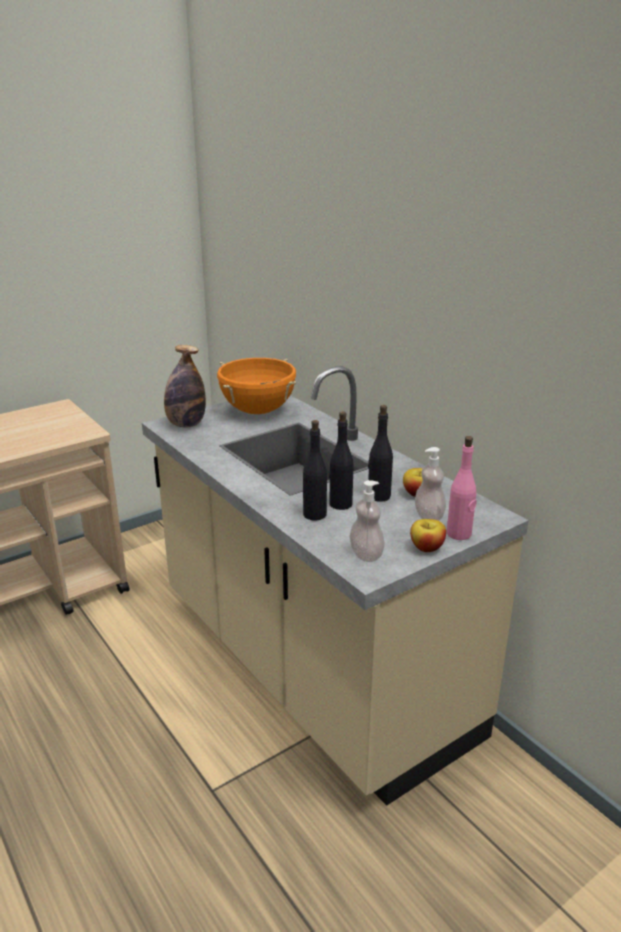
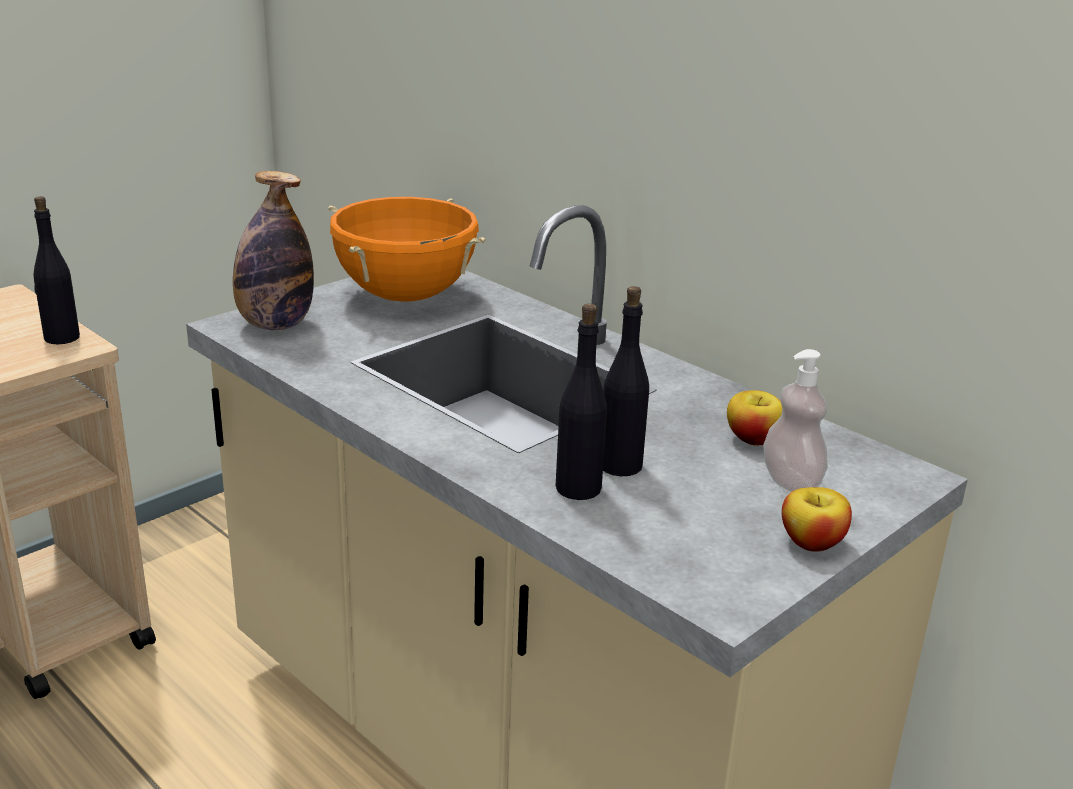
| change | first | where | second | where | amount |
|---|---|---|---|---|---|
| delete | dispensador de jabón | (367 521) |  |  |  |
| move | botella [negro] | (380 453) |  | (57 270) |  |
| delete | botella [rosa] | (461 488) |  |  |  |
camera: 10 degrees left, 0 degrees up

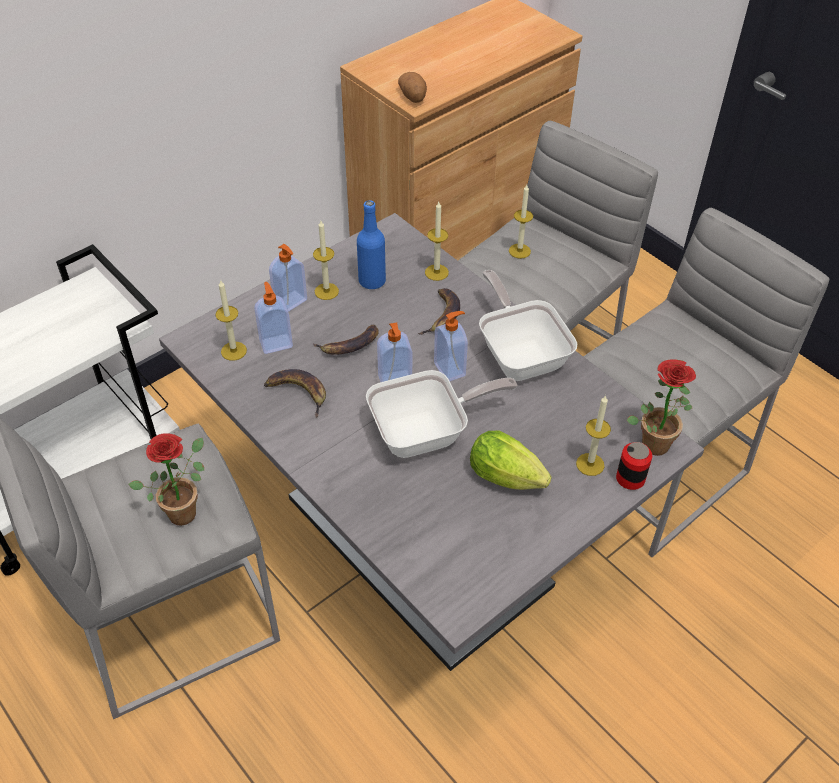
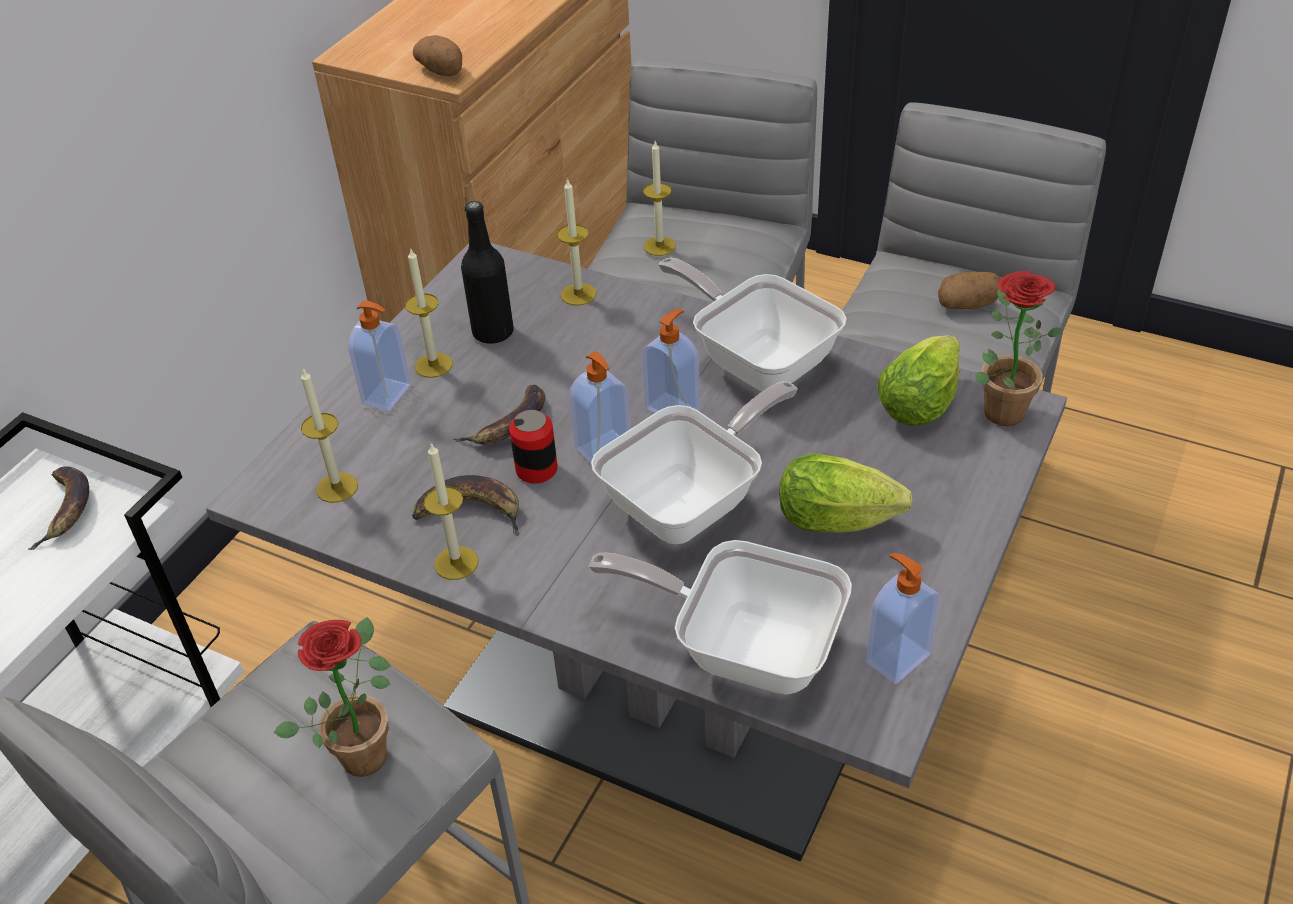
| change | first | where | second | where | amount |
|---|---|---|---|---|---|
| move | dispensador de jabón | (273 318) |  | (903 618) |  |
| recolor | botella [azul] | (371 244) | botella [negro] | (487 272) |  |
| move | plátano | (439 311) |  | (58 508) |  |
| move | vela | (593 435) |  | (451 511) |  |
| move | lata | (634 466) |  | (533 447) |  |
| insert |  |  | sartén | (720 617) |  |
| insert |  |  | lechuga | (918 380) |  |
| insert |  |  | patata | (969 290) |  |
camera: 20 degrees left, 5 degrees down

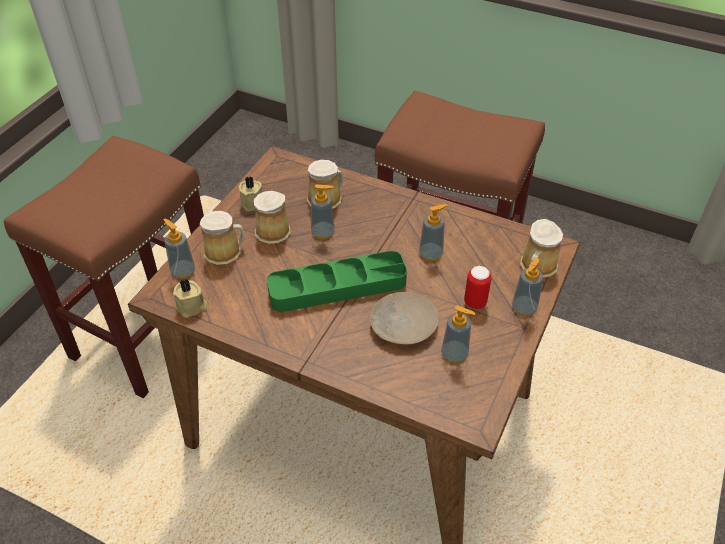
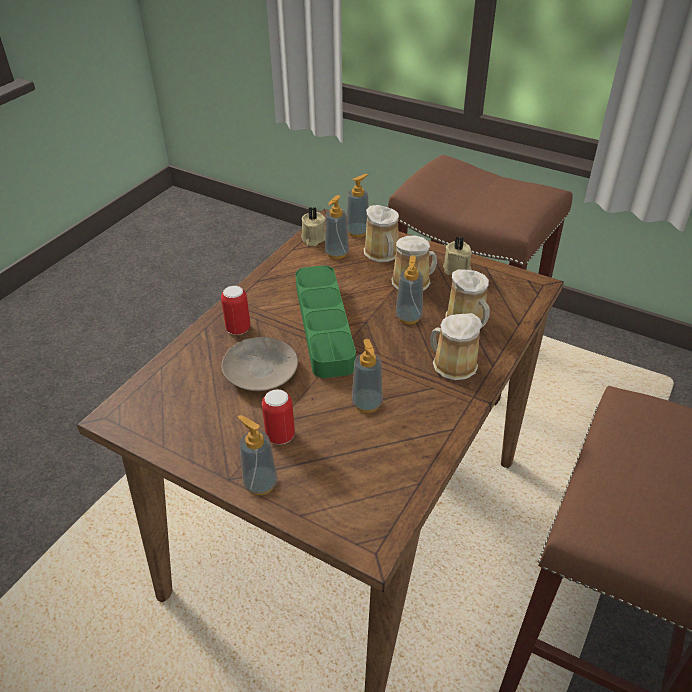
| change | first | where | second | where | amount |
|---|---|---|---|---|---|
| move | dispensador de jabón | (458 334) |  | (337 227) |  |
| move | taza grande | (541 248) |  | (456 346) |  |
| insert |  |  | lata | (235 310) |  |
camera: 95 degrees right, 5 degrees down

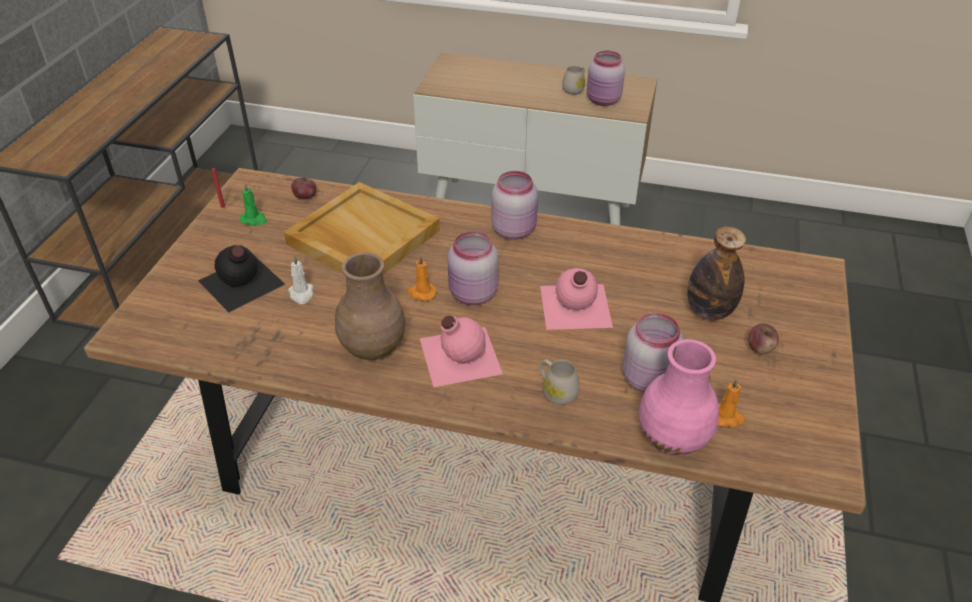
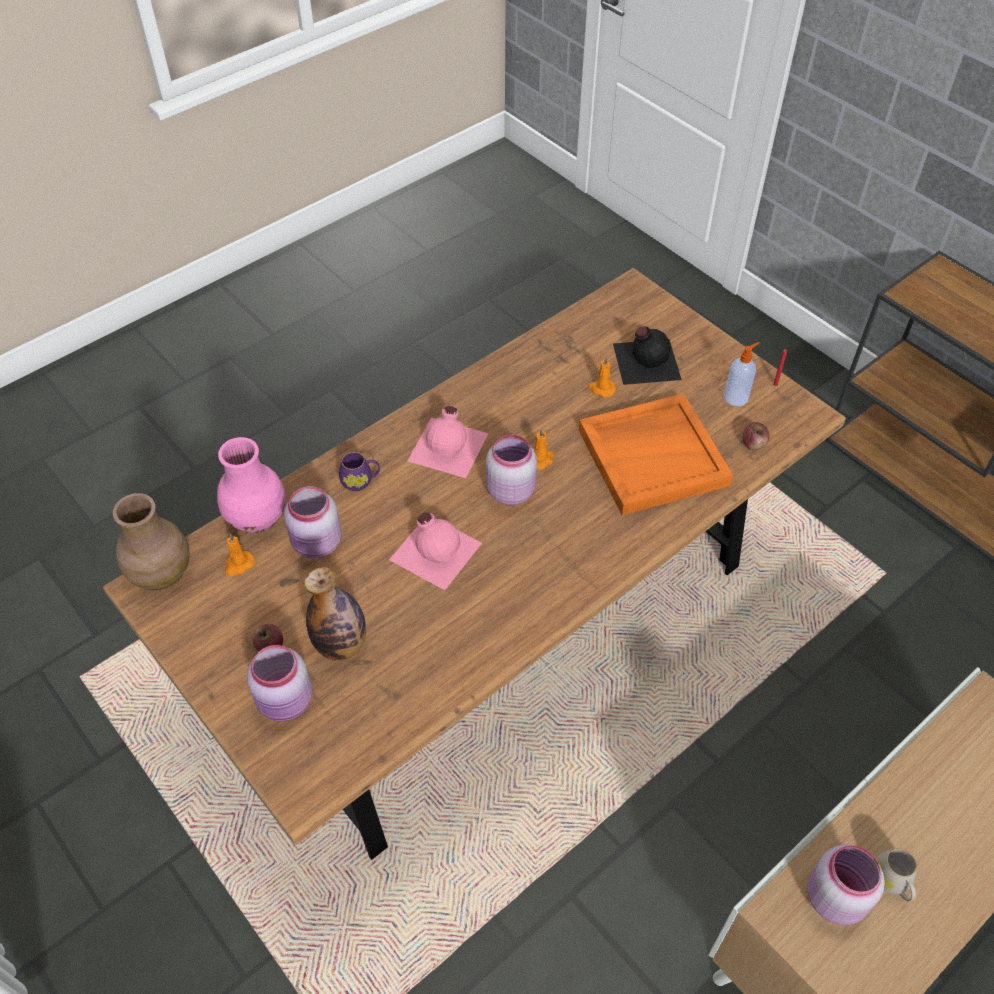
| change | first | where | second | where | amount |
|---|---|---|---|---|---|
| replace | vela [verde] | (253 204) | dispensador de jabón | (742 374) |  |
| recolor | bandeja [beis] | (362 228) | bandeja [naranja] | (656 454) |  |
| recolor | vela [blanco] | (301 279) | vela [naranja] | (602 377) |  |
| move | florero [marrón] | (370 306) |  | (151 541) |  |
| move | tarro [rosa] | (514 205) |  | (279 683) |  |
| recolor | taza grande [blanco] | (560 382) | taza grande [morado] | (359 471) |  |
camera: 125 degrees right, 10 degrees up

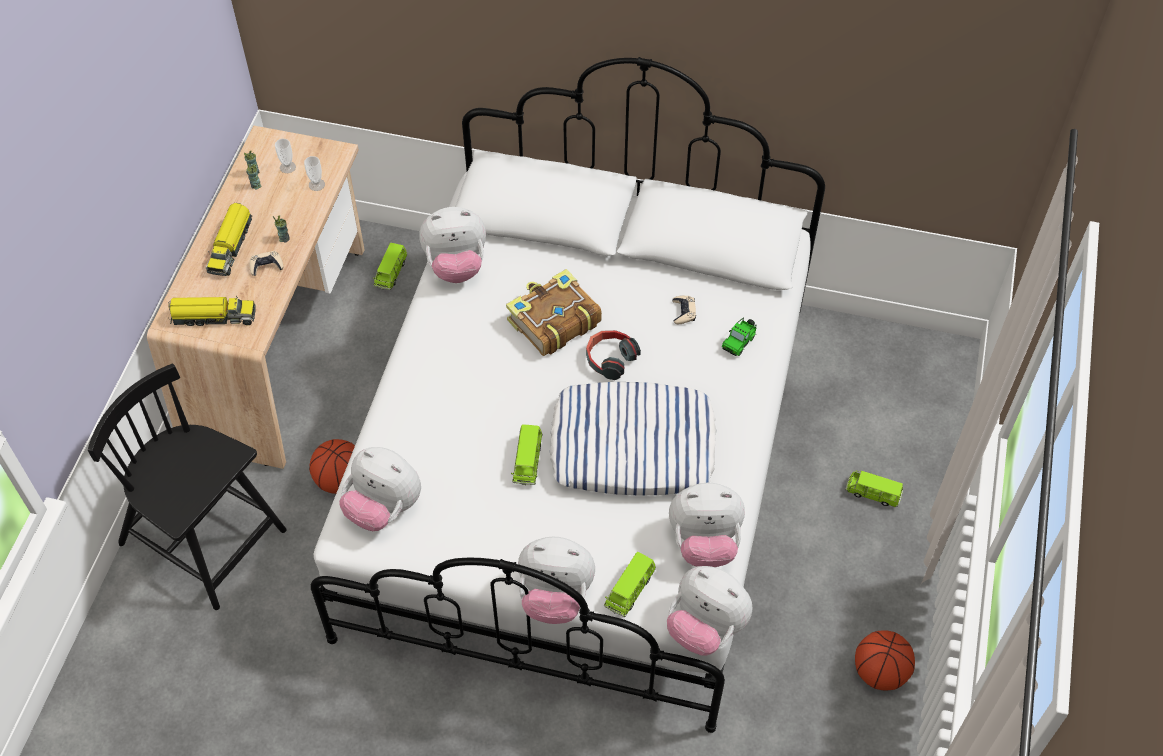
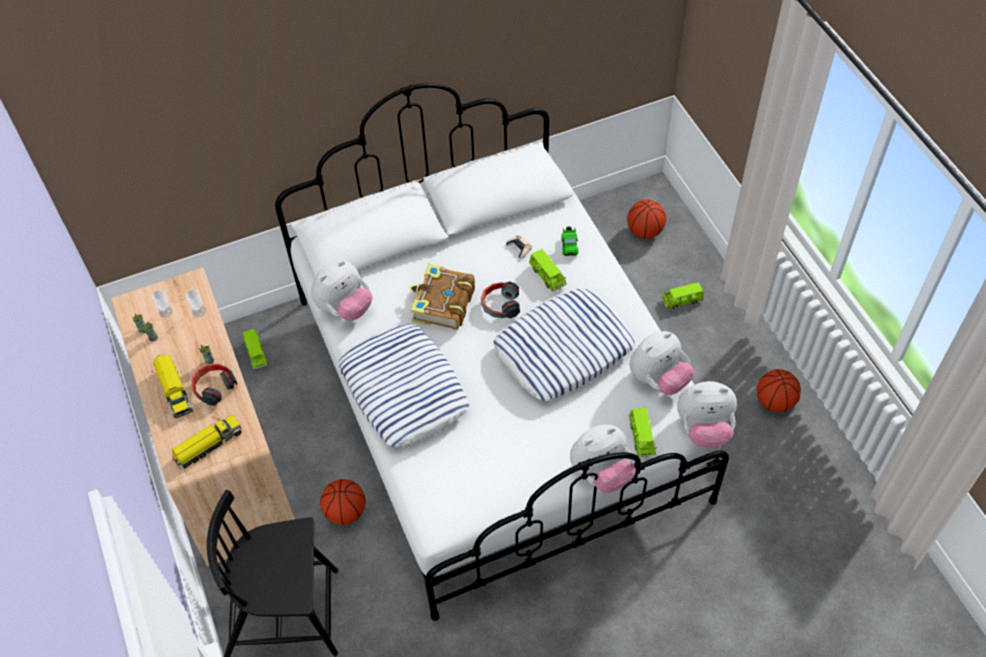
| change | first | where | second | where | amount |
|---|---|---|---|---|---|
| replace | mando de consola [beis] | (266 263) | auriculares | (214 385) |  |
| delete | peluche | (380 489) |  |  |  |
| move | coche de juguete [verde] | (527 454) |  | (548 270) |  |
| insert |  |  | cojín | (404 385) |  |
| insert |  |  | balón de baloncesto | (646 219) |  |
camera: 35 degrees left, 0 degrees up

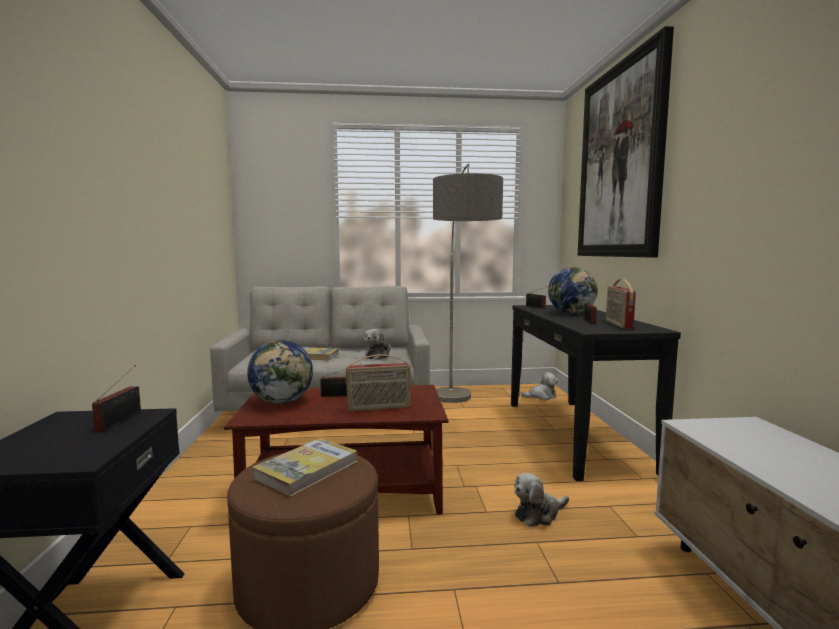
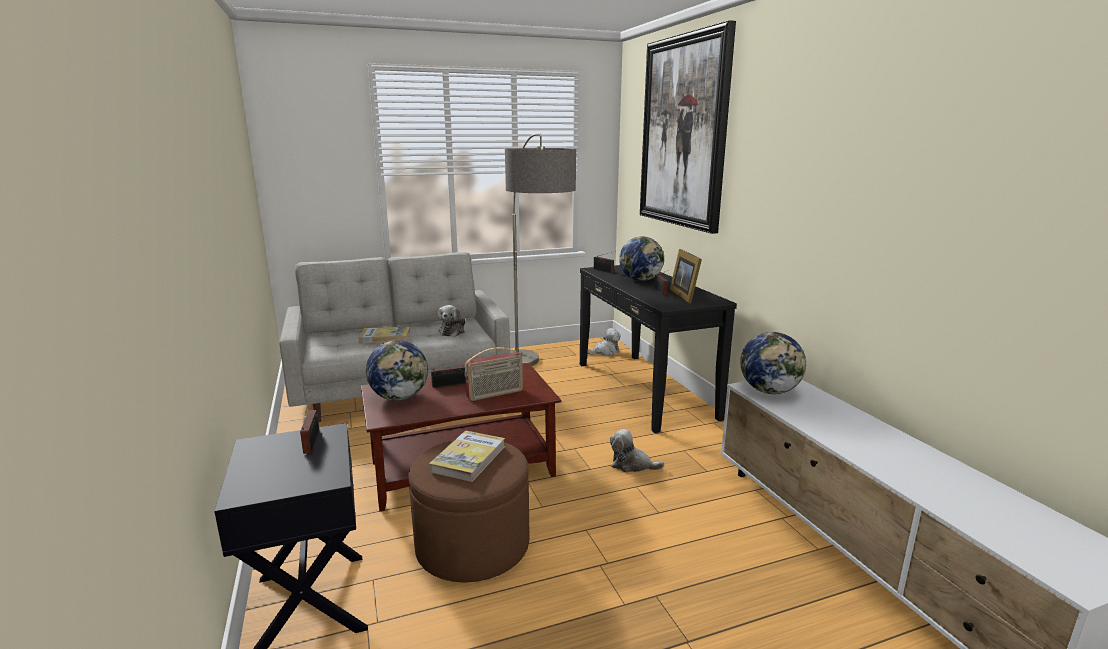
| change | first | where | second | where | amount |
|---|---|---|---|---|---|
| rotate | peluche | (541 500) |  | (637 451) | 60 degrees clockwise |
| replace | radio | (621 304) | portarretratos | (686 276) |  |
| insert |  |  | globo terráqueo | (773 363) |  |
camera: 15 degrees left, 10 degrees up

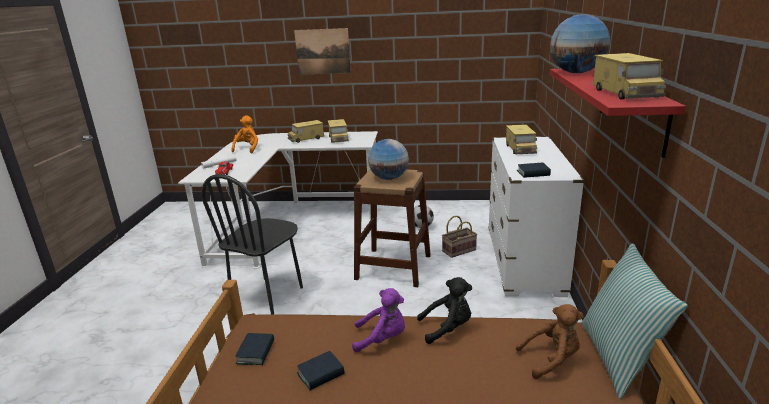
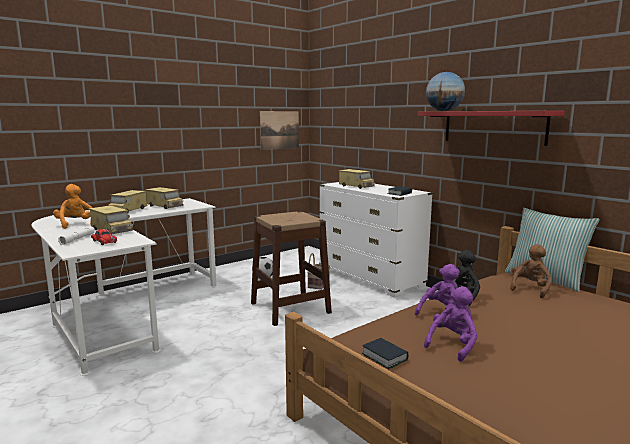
| change | first | where | second | where | amount |
|---|---|---|---|---|---|
| delete | silla [negro] | (252 244) |  |  |  |
| move | cuadro | (322 51) |  | (279 130) |  |
| replace | libro | (321 370) | peluche [morado] | (451 324) |  |
| delete | globo terráqueo | (388 159) |  |  |  |
| move | camión de juguete | (629 76) |  | (110 219) |  |
camera: 45 degrees left, 10 degrees down

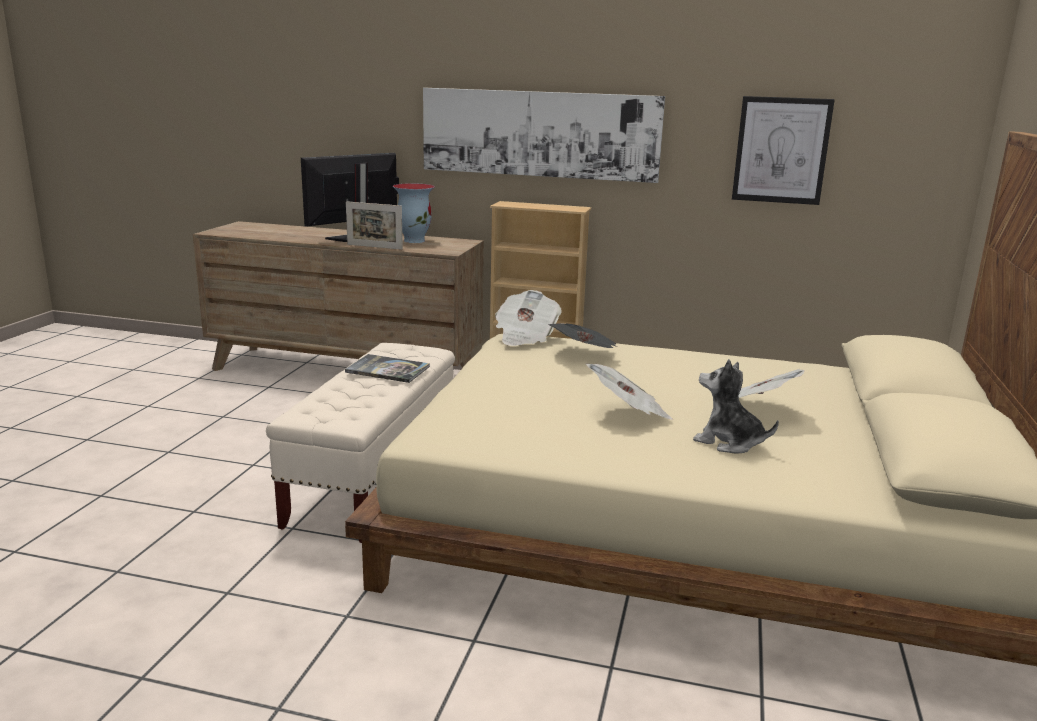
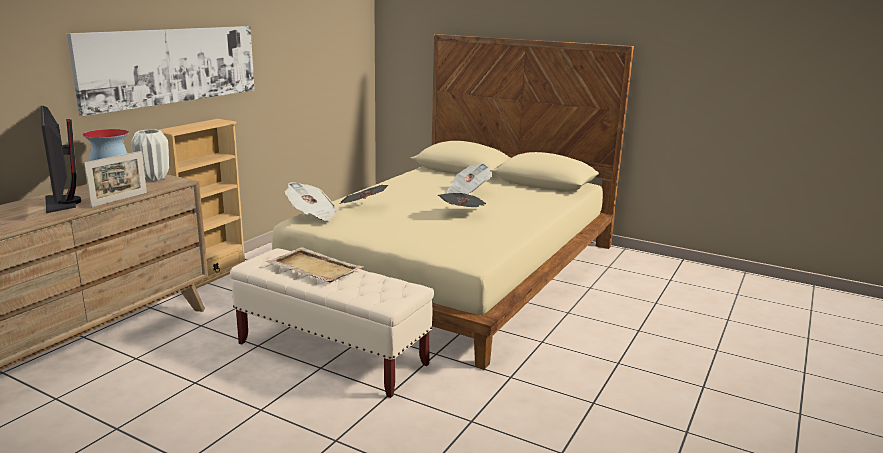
| change | first | where | second | where | amount |
|---|---|---|---|---|---|
| replace | libro | (387 368) | bandeja [beis] | (314 264) |  |
| delete | peluche | (736 406) |  |  |  |
| delete | cuadro | (783 150) |  |  |  |
| insert |  |  | florero [blanco] | (150 155) |  |
camera: 75 degrees left, 0 degrees up

